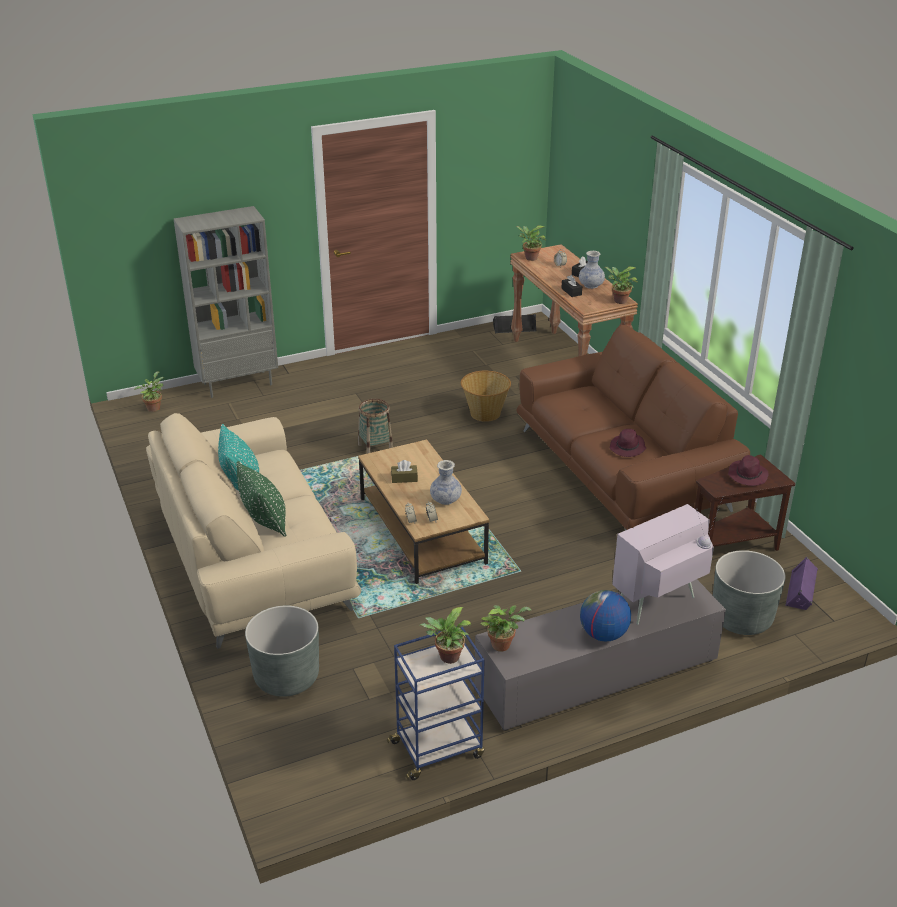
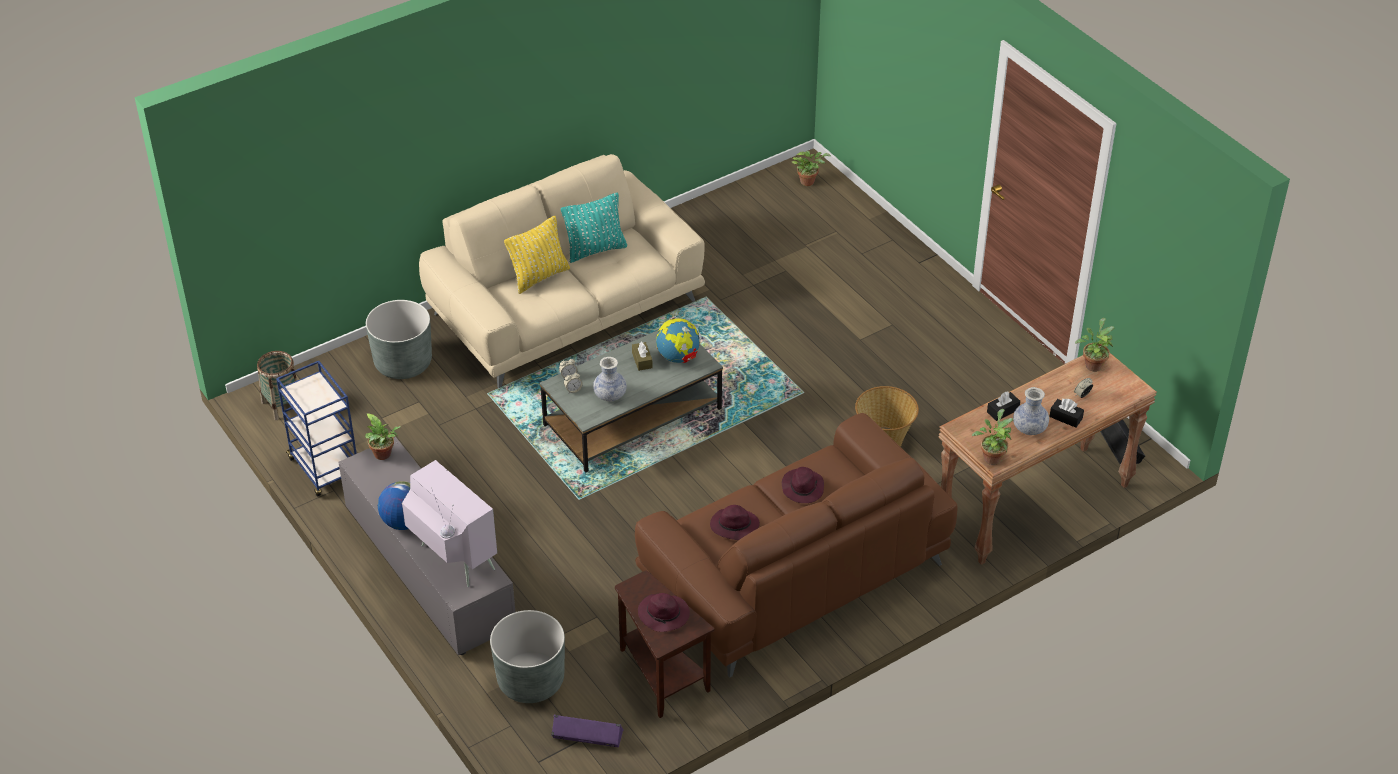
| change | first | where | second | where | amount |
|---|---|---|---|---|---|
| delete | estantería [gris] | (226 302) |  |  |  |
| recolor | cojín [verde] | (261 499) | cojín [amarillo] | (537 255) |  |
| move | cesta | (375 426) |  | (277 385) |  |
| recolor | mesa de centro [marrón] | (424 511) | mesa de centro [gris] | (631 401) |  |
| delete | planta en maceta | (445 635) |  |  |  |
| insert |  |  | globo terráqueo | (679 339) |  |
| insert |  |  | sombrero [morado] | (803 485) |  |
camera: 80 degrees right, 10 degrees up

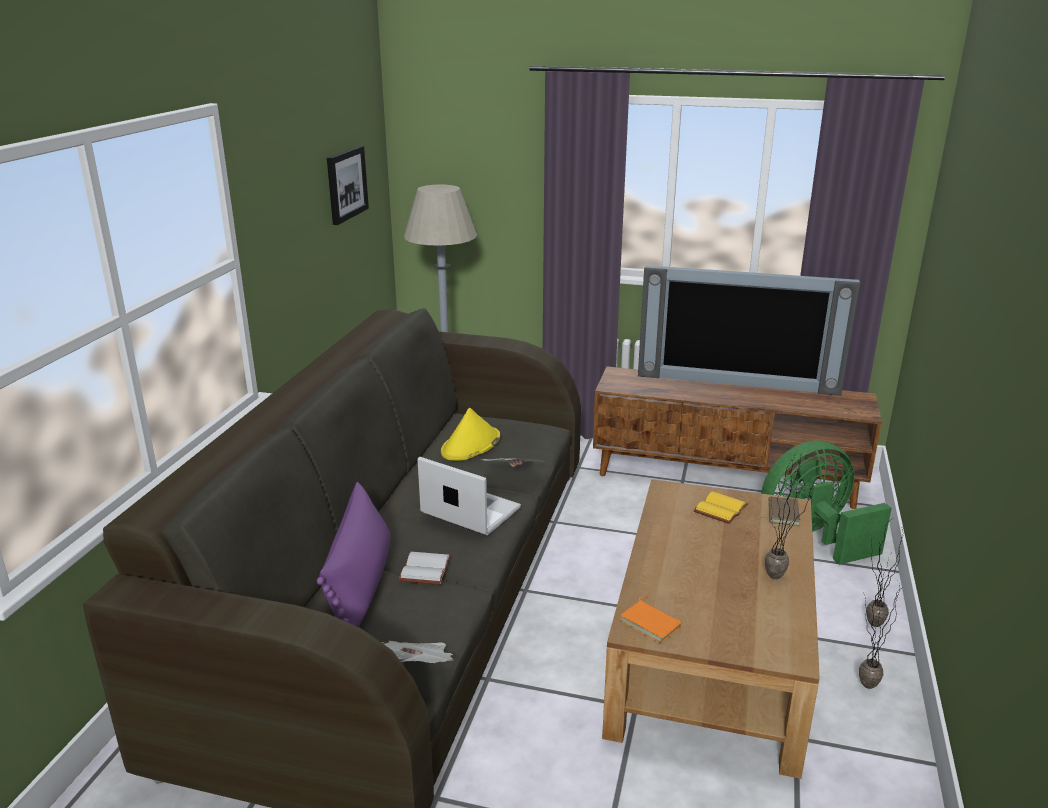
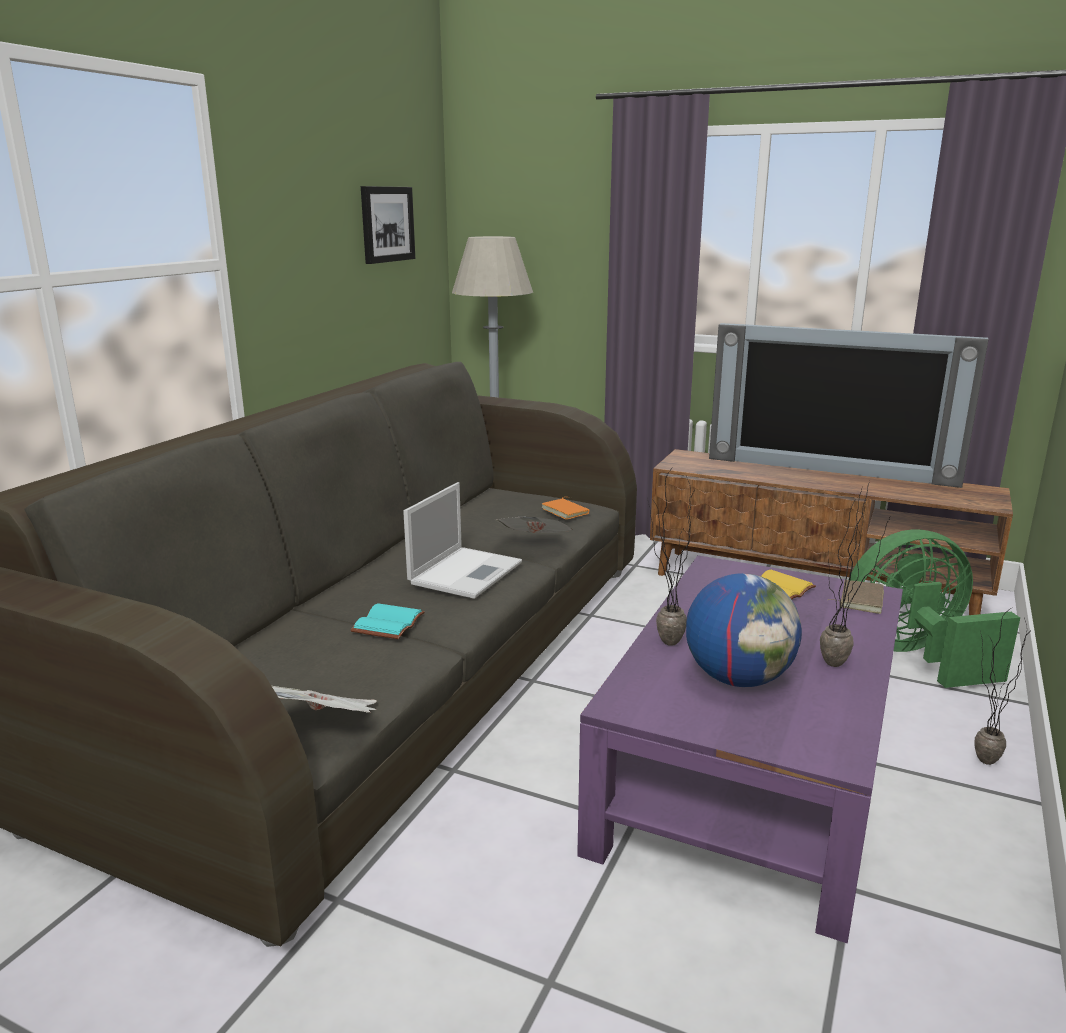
| change | first | where | second | where | amount |
|---|---|---|---|---|---|
| delete | cojín [morado] | (354 554) |  |  |  |
| recolor | libro [blanco] | (424 568) | libro [turquesa] | (387 621) |  |
| rotate | portátil | (469 496) |  | (462 540) | 75 degrees clockwise |
| delete | sombrero [amarillo] | (470 434) |  |  |  |
| recolor | mesa de centro [marrón] | (711 629) | mesa de centro [morado] | (740 749) |  |
| move | libro [naranja] | (650 619) |  | (565 508) |  |
| move | planta en maceta | (880 632) |  | (671 556) |  |
| insert |  |  | globo terráqueo | (744 630) |  |
camera: 10 degrees right, 5 degrees down

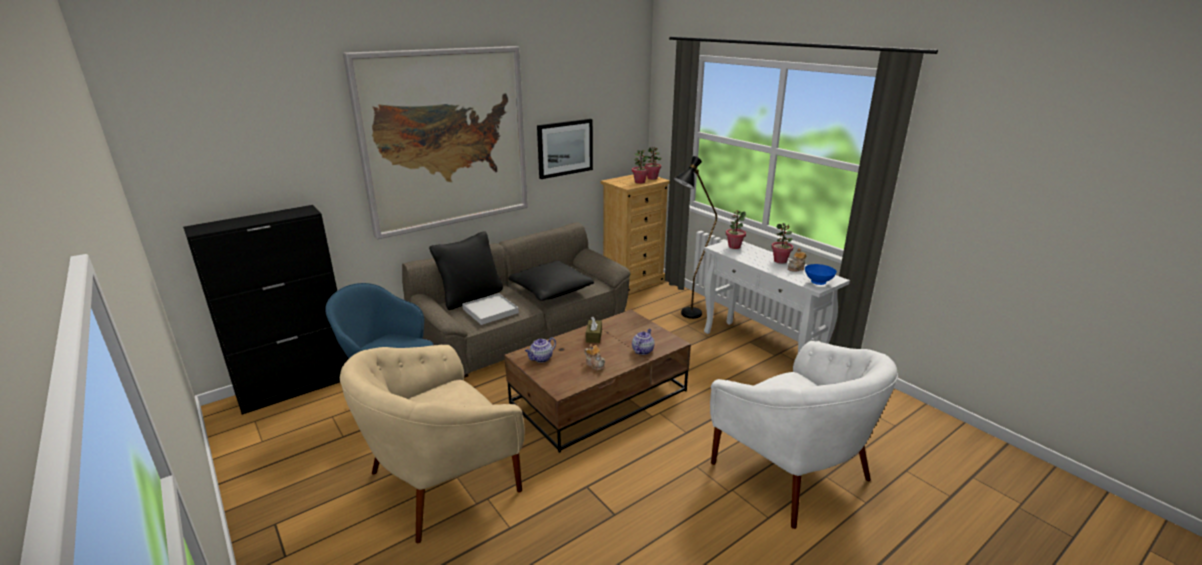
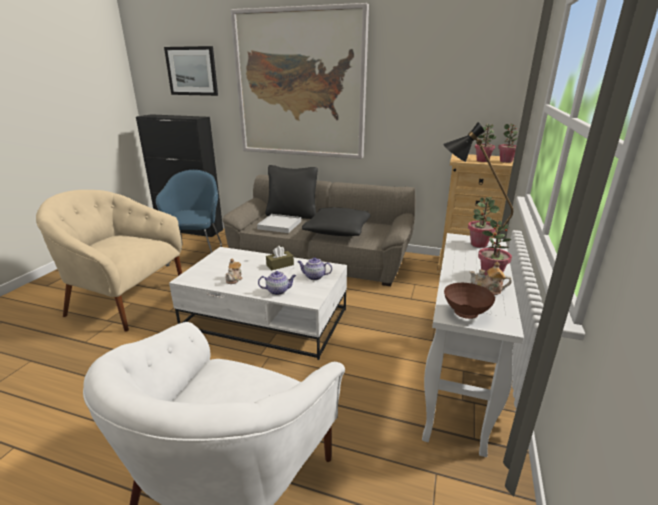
| change | first | where | second | where | amount |
|---|---|---|---|---|---|
| recolor | mesa de centro [marrón] | (598 381) | mesa de centro [blanco] | (258 303) |  |
| move | tetera | (540 350) |  | (315 269) |  |
| move | cuadro | (565 149) |  | (191 71) |  |
| recolor | cuenco [azul] | (821 274) | cuenco [marrón] | (469 301) |  |
camera: 55 degrees right, 0 degrees up

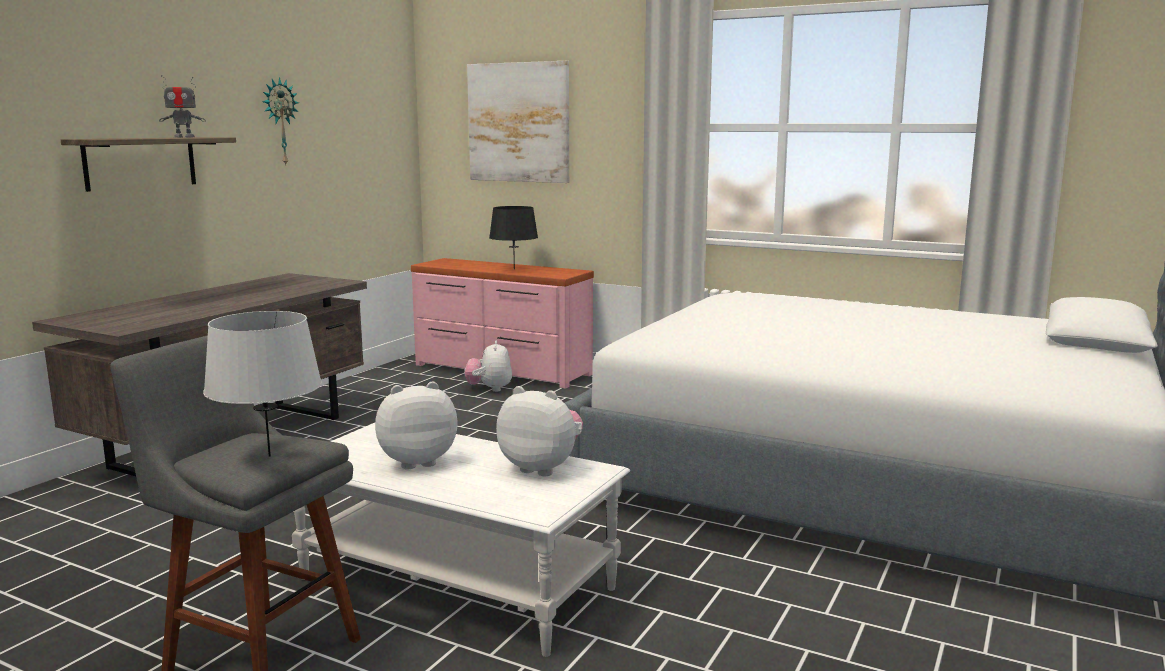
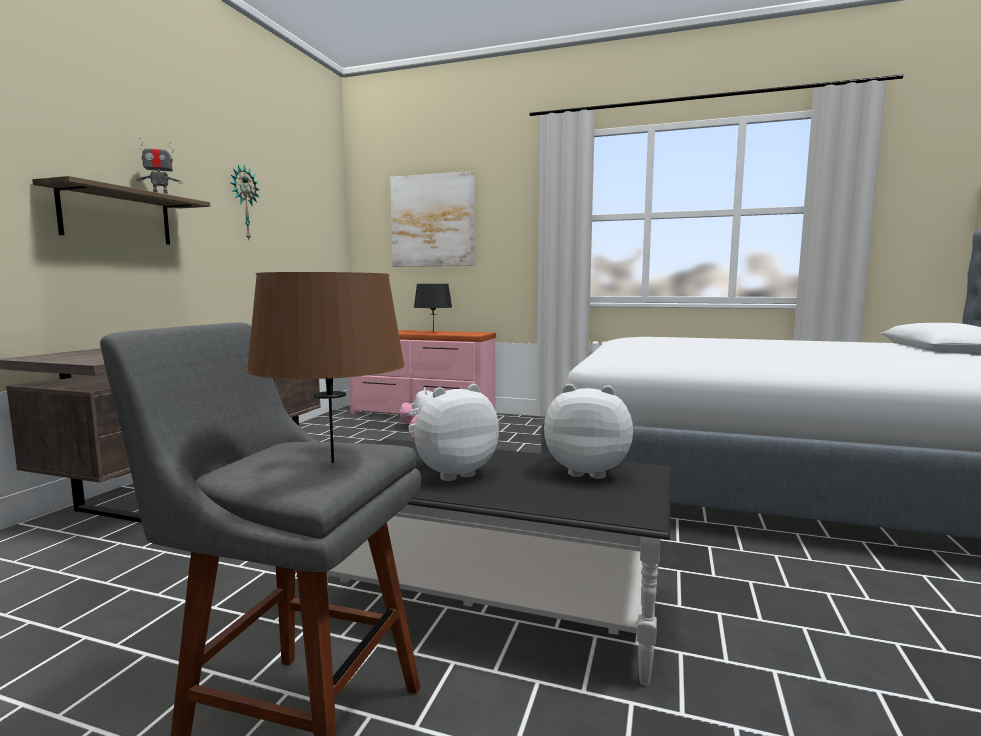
| change | first | where | second | where | amount |
|---|---|---|---|---|---|
| recolor | lámpara de mesa [gris] | (262 384) | lámpara de mesa [marrón] | (325 367) |  |
| recolor | mesa de centro [blanco] | (461 540) | mesa de centro [negro] | (498 562) |  |
camera: 10 degrees left, 5 degrees down

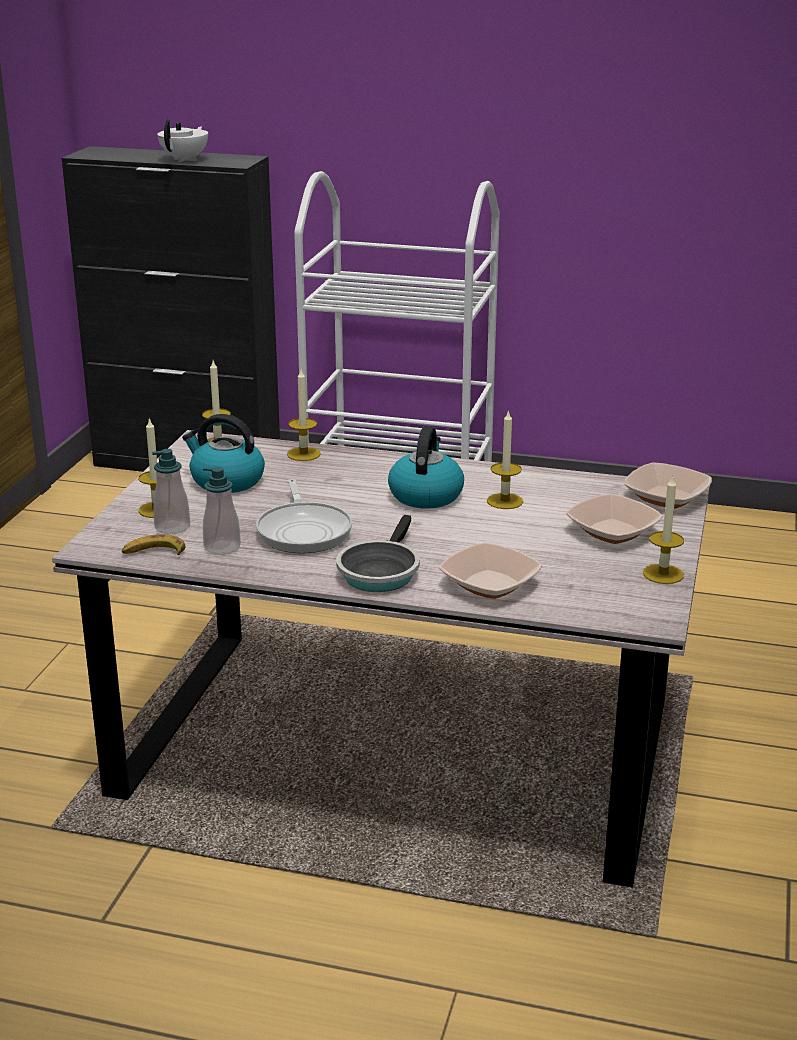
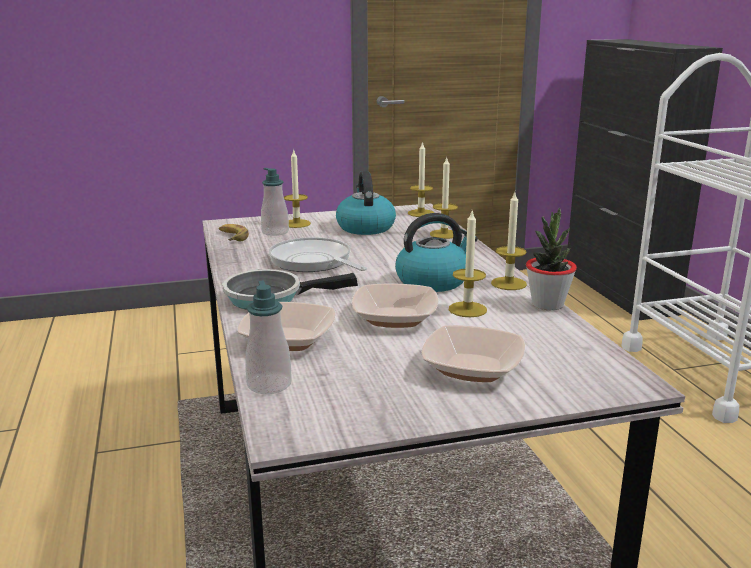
| change | first | where | second | where | amount |
|---|---|---|---|---|---|
| delete | tetera [blanco] | (182 141) |  |  |  |
| move | dispensador de jabón | (222 511) |  | (268 337) |  |
| rotate | sartén | (304 516) |  | (318 254) | 90 degrees clockwise |
| move | cuenco | (668 485) |  | (395 306) |  |
| move | vela | (663 530) |  | (509 241) |  |
| insert |  |  | planta en maceta | (551 258) |  |
camera: 60 degrees right, 5 degrees down

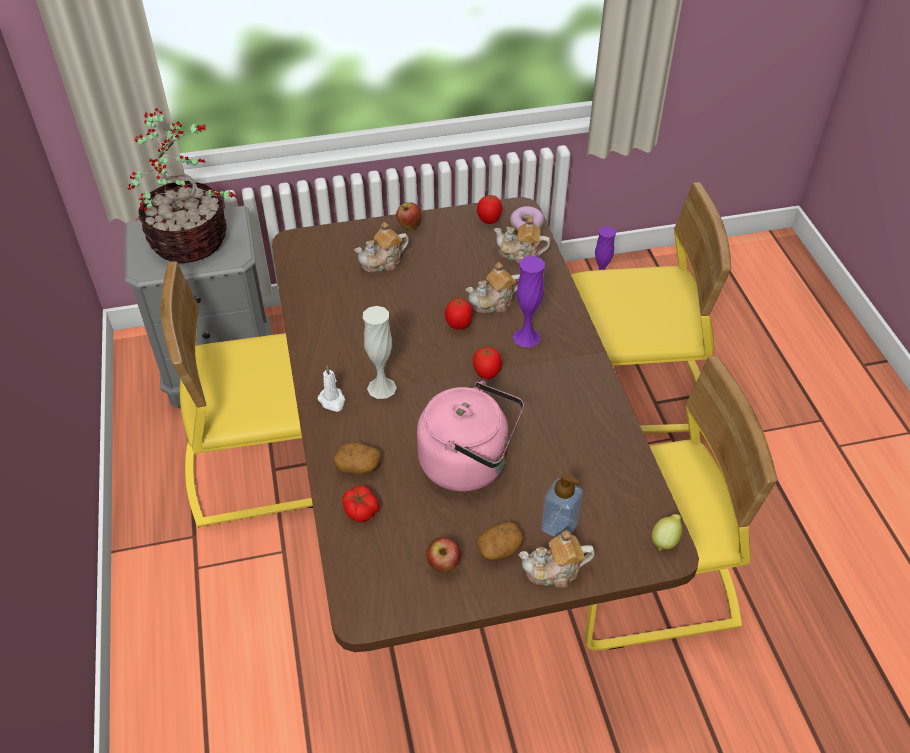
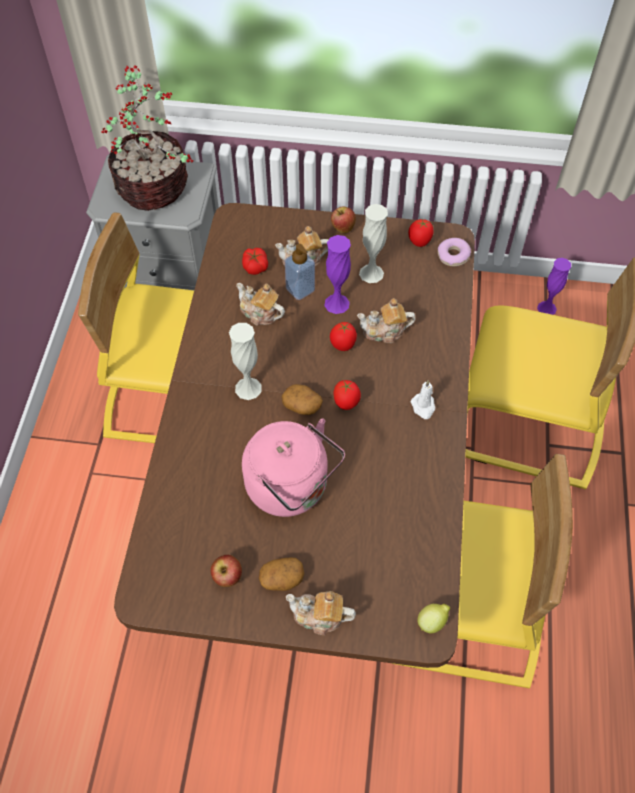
| change | first | where | second | where | amount |
|---|---|---|---|---|---|
| move | vela [blanco] | (331 389) |  | (423 399) |  |
| move | patata | (356 458) |  | (302 399) |  |
| move | tomate | (360 503) |  | (255 261) |  |
| move | tetera | (522 240) |  | (260 304) |  |
| move | florero [morado] | (529 301) |  | (337 274) |  |
| move | dispensador de jabón | (562 505) |  | (300 272) |  |
| insert |  |  | florero [blanco] | (373 243) |  |
camera: 20 degrees right, 10 degrees up

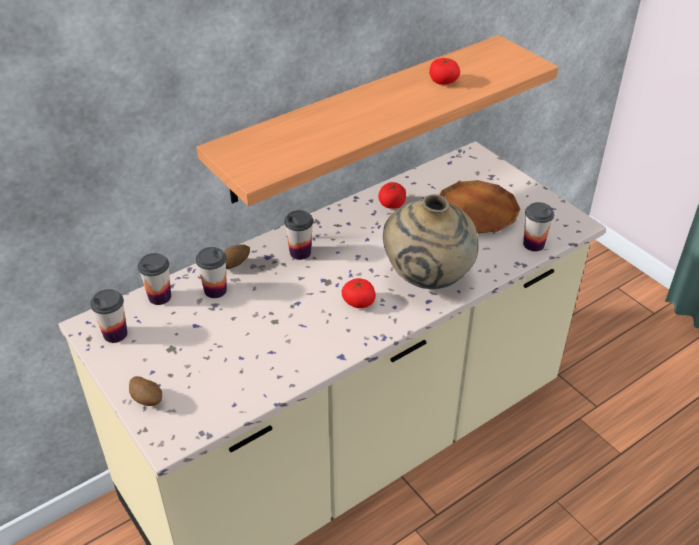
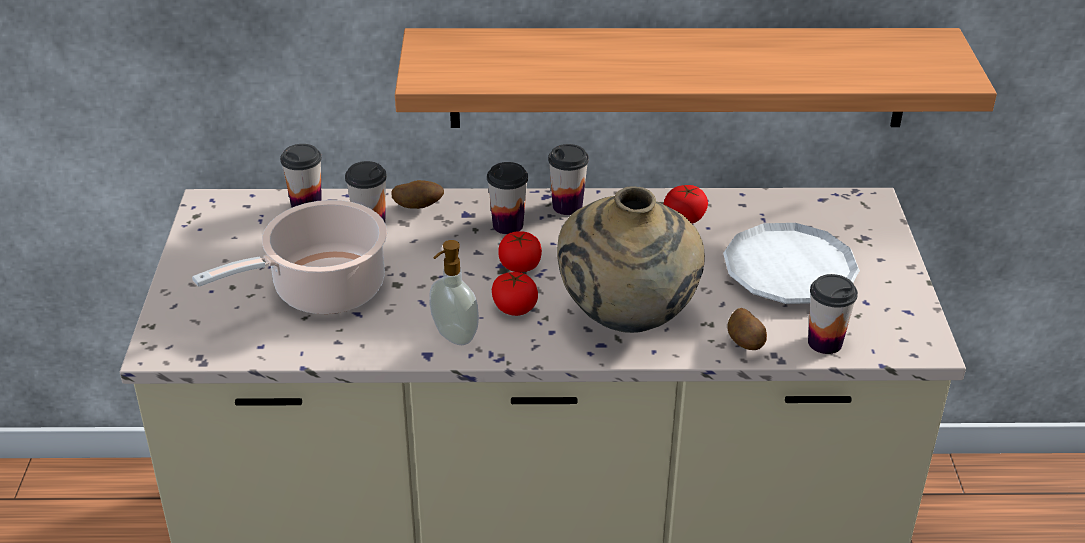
| change | first | where | second | where | amount |
|---|---|---|---|---|---|
| move | taza | (108 316) |  | (568 179) |  |
| move | patata | (145 391) |  | (747 329) |  |
| move | tomate | (444 71) |  | (520 251) |  |
| recolor | plato [marrón] | (479 206) | plato [blanco] | (791 263) |  |
| insert |  |  | olla | (289 257) |  |
| insert |  |  | dispensador de jabón | (454 292) |  |
camera: 35 degrees right, 5 degrees down

